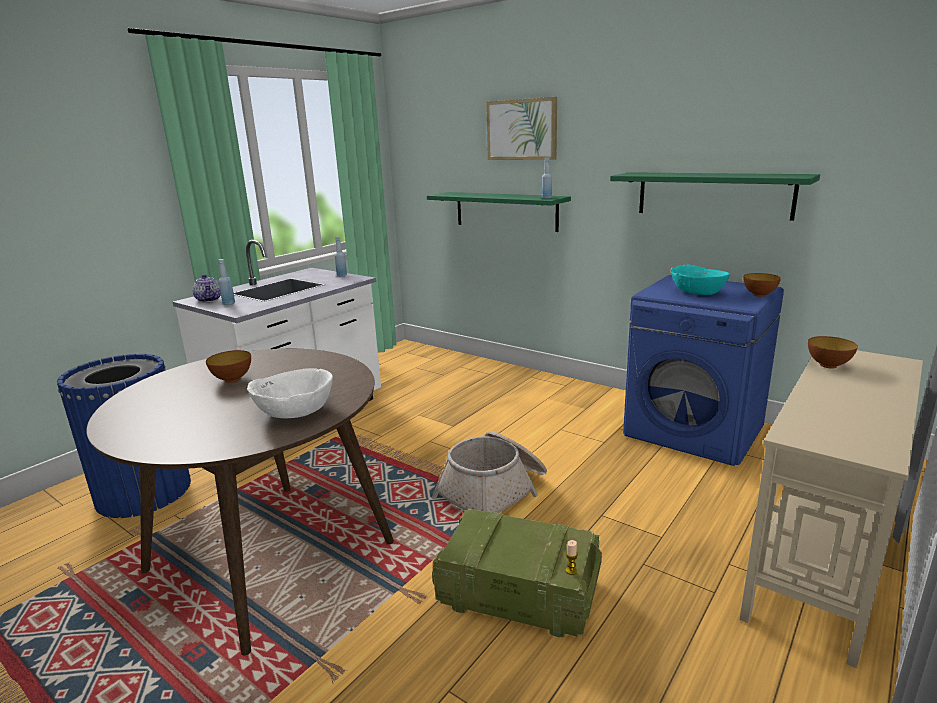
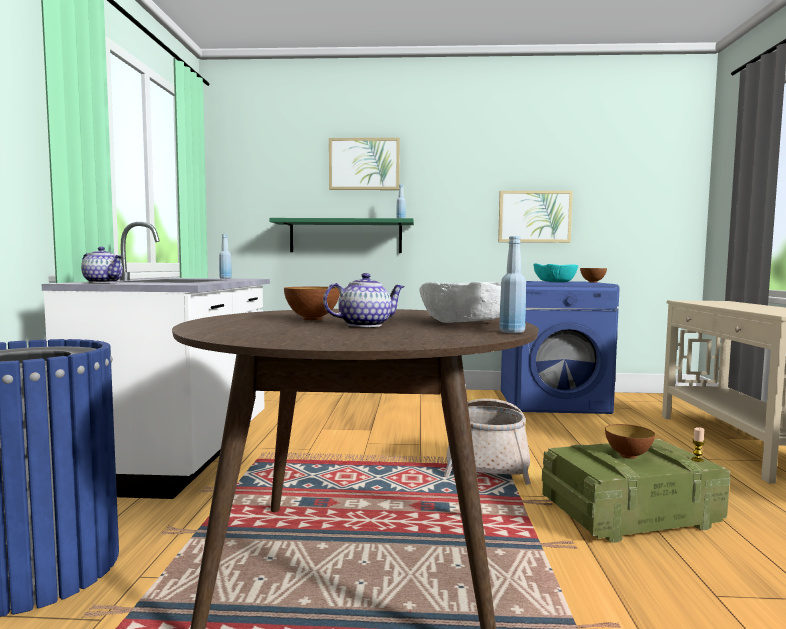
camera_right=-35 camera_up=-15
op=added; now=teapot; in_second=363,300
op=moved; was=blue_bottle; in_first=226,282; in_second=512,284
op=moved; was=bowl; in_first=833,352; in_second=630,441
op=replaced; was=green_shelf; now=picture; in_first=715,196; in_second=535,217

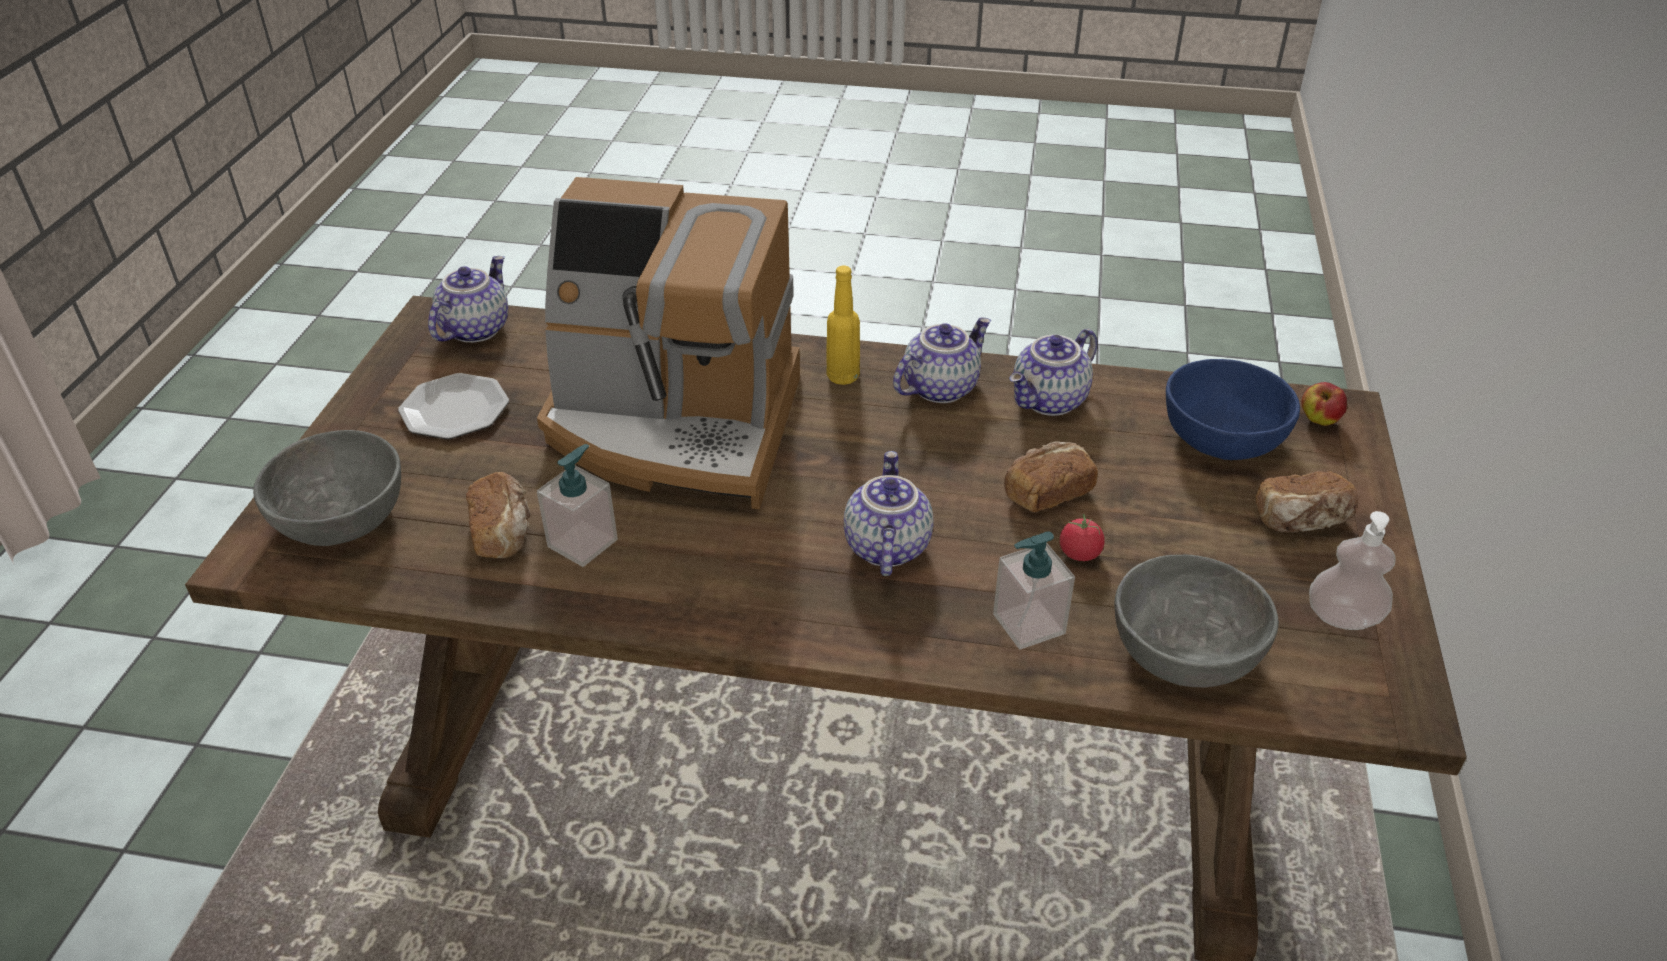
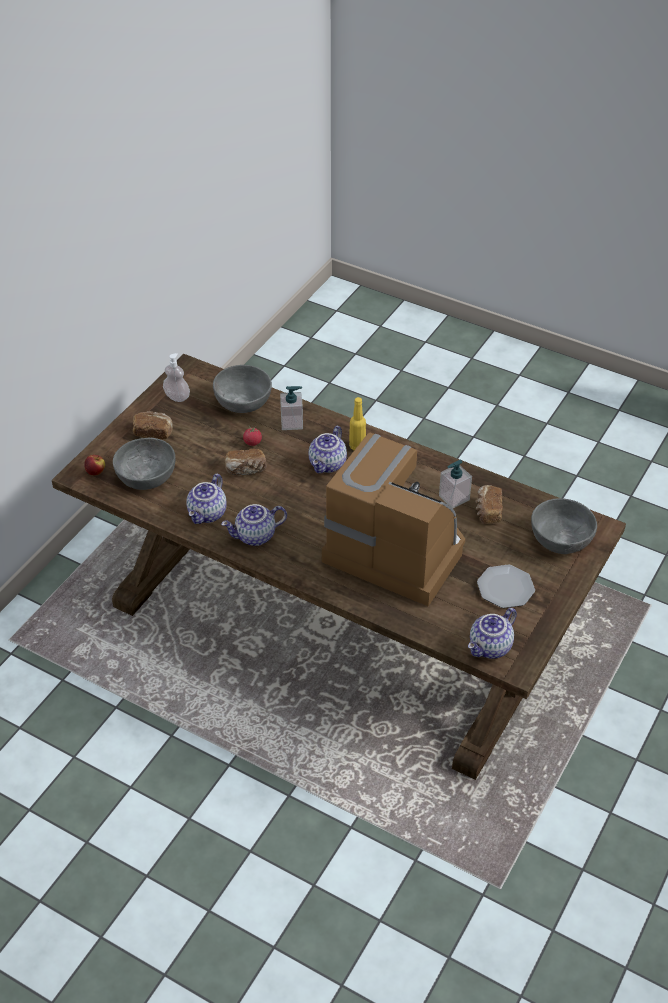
camera_right=-160 camera_up=5
op=moved; was=yellow_bottle; in_first=843,325; in_second=357,423
op=recoloured; was=blue_bowl; now=grey_bowl; in_first=1233,409; in_second=144,464
op=turned; was=teapot; in_first=1053,372; in_second=206,499; clockwise=135

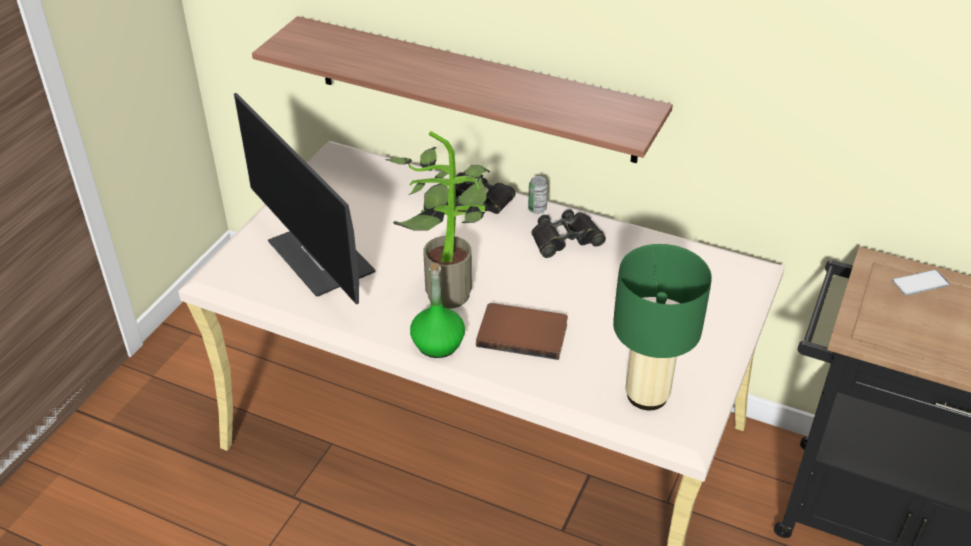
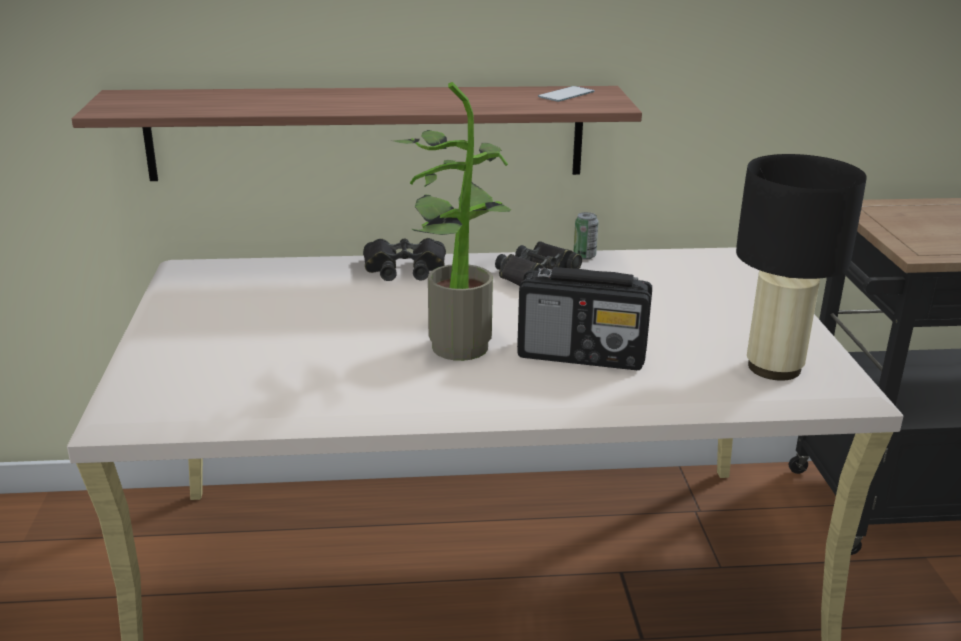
camera_right=-30 camera_up=-15
op=removed; was=monitor; in_first=305,199
op=removed; was=green_bottle; in_first=437,310
op=moved; was=can; in_first=538,195; in_second=586,236
op=moved; was=phone; in_first=921,282; in_second=566,94
op=replaced; was=brown_book; now=radio; in_first=522,331; in_second=584,318
op=recoloured; was=green_table_lamp; now=black_table_lamp; in_first=662,327; in_second=801,267

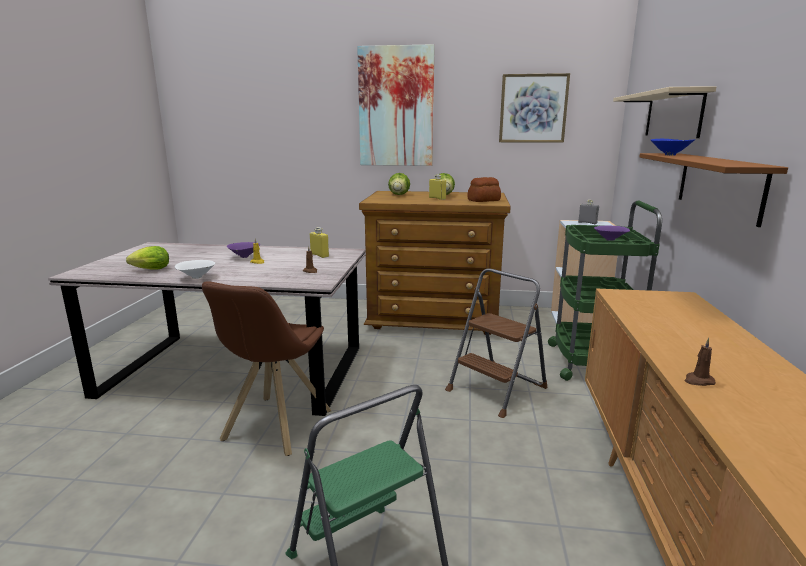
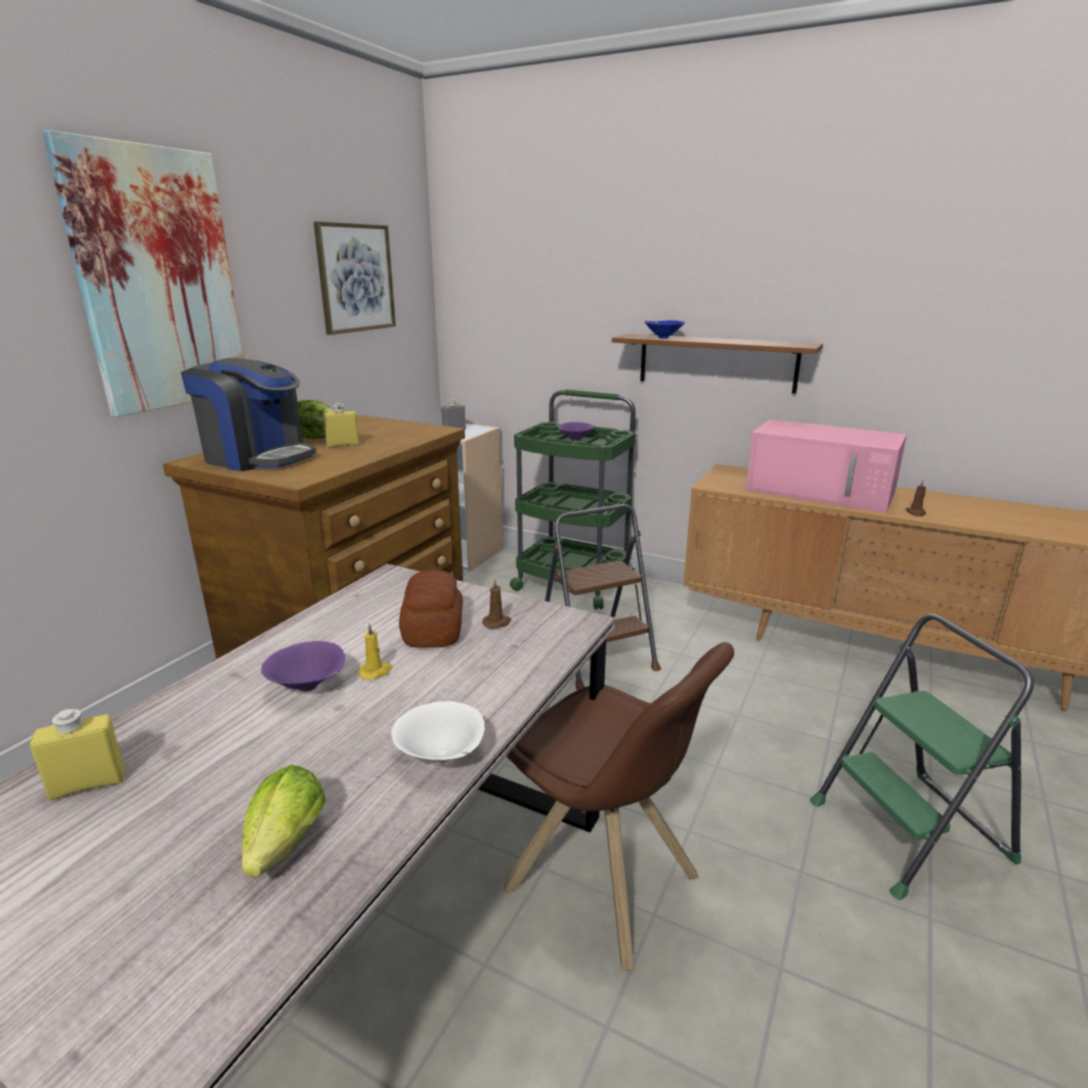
camera_right=-70 camera_up=5
op=removed; was=beige_shelf; in_first=664,112
op=added; now=pink_microwave; in_second=826,466
op=moved; was=yellow_bottle; in_first=319,242; in_second=77,755
op=moved; was=bread; in_first=484,189; in_second=431,609
op=replaced; was=lettuce; now=coffee_machine; in_first=399,184; in_second=248,414

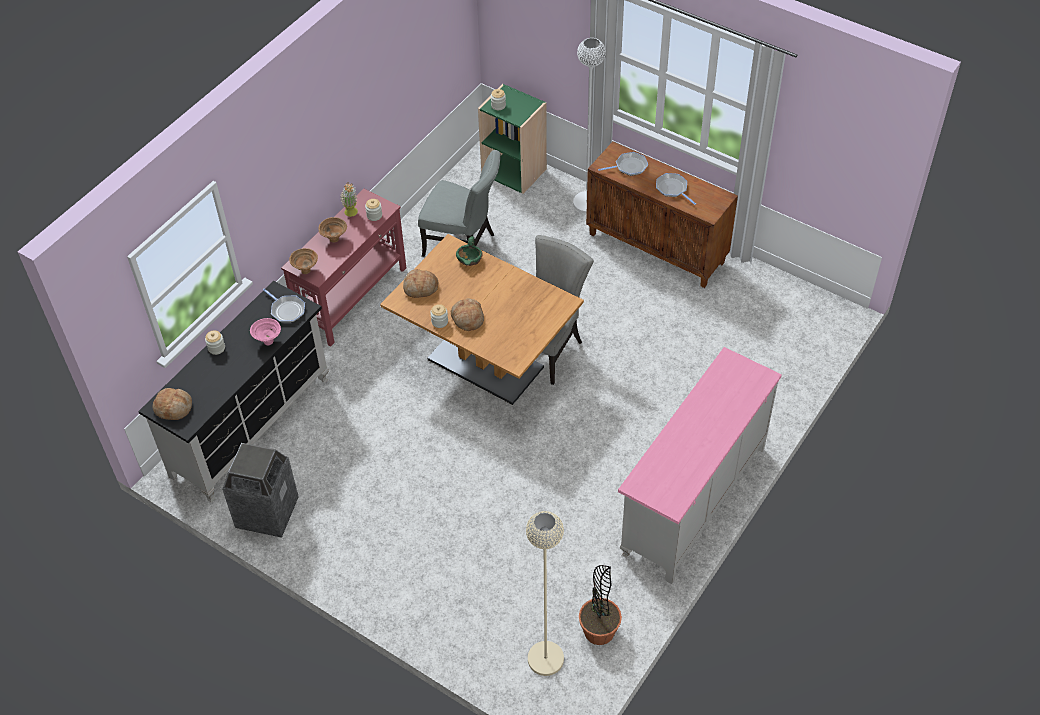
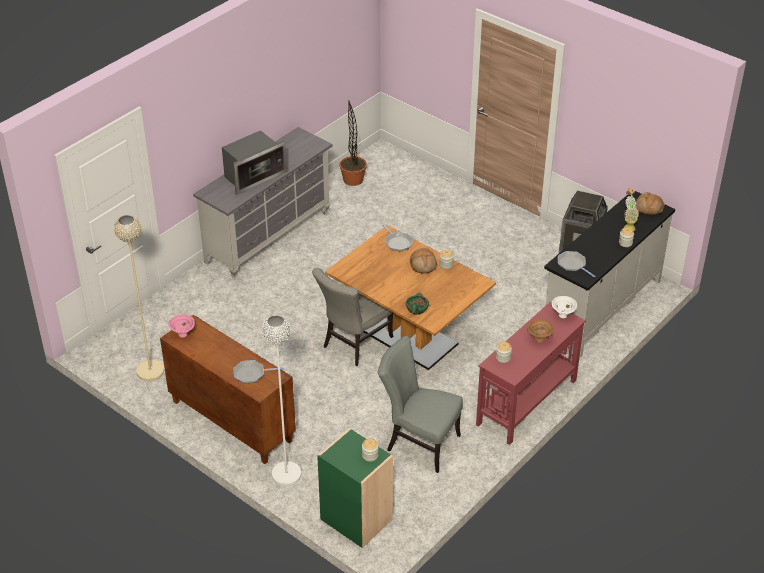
camera_right=-175 camera_up=-10
op=removed; was=bread; in_first=421,283
op=added; now=microwave; in_second=254,162
op=moved; was=pink_bowl; in_first=265,331; in_second=181,326
op=moved; was=potted_plant; in_first=349,199; in_second=631,209
op=moved; was=beige_floor_lamp; in_first=545,593; in_second=139,298
op=moved; was=frying_pan; in_first=676,189; in_second=397,237
op=recoloured; was=brown_bowl; now=white_bowl; in_first=303,261; in_second=564,307
op=recoloured; was=pink_dresser; now=grey_dresser; in_first=700,465; in_second=263,203

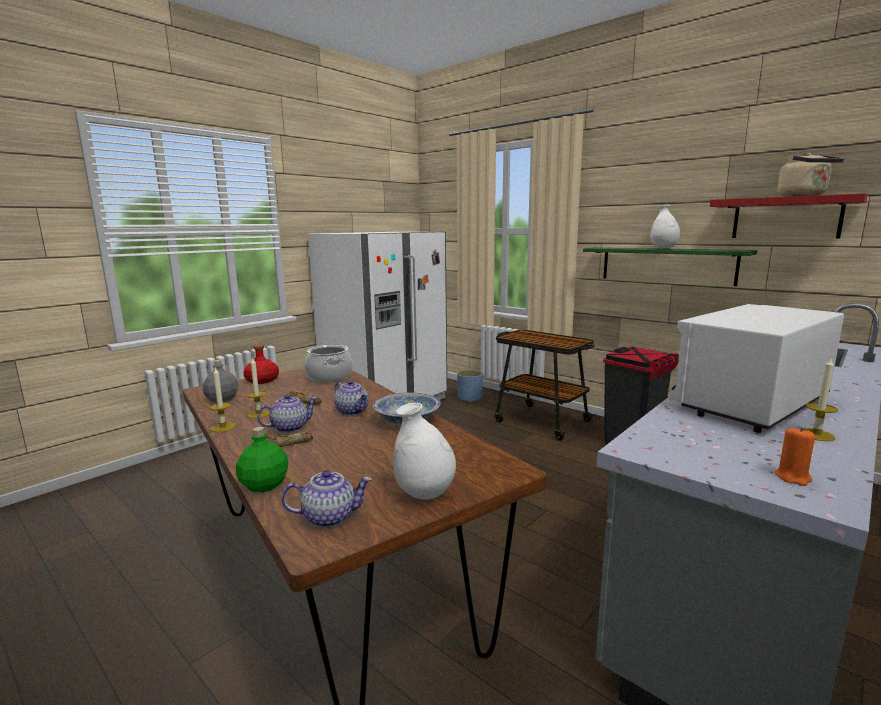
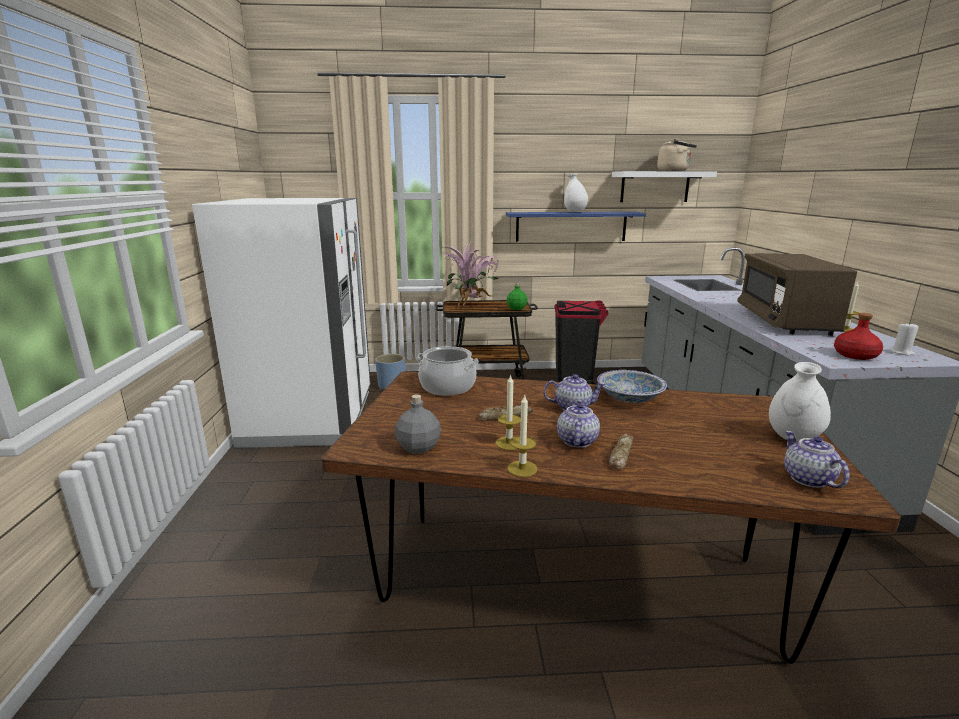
camera_right=-45 camera_up=5
op=added; now=potted_plant; in_second=470,274
op=moved; was=green_bottle; in_first=262,459; in_second=517,296
op=moved; was=red_bottle; in_first=261,364; in_second=858,336
op=recoloured; was=green_shelf; now=blue_shelf; in_first=670,266; in_second=576,227
op=recoloured; was=white_microwave; now=brown_microwave; in_first=757,368; in_second=797,294
op=recoloured; was=red_shelf; now=white_shelf; in_first=789,215; in_second=664,186
op=recoloured; was=orange_candle; now=white_candle; in_first=795,456; in_second=904,339
op=turned; was=teapot; in_first=327,499; in_second=817,459; clockwise=-45

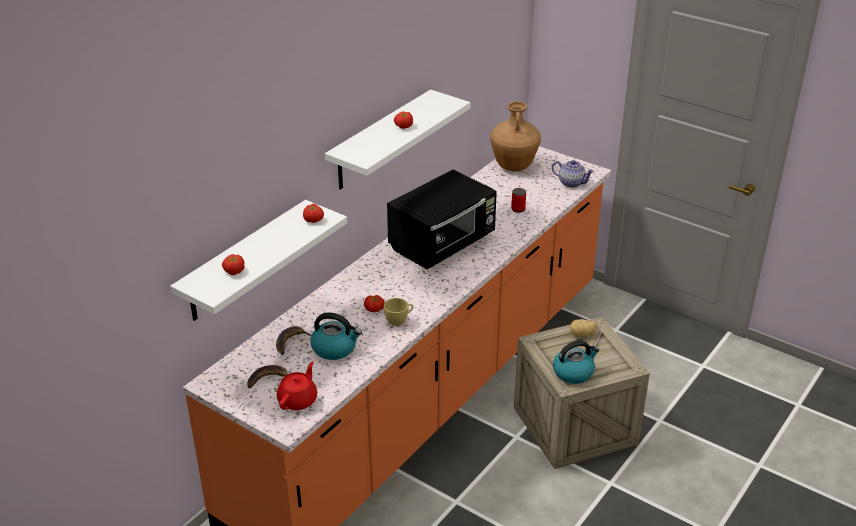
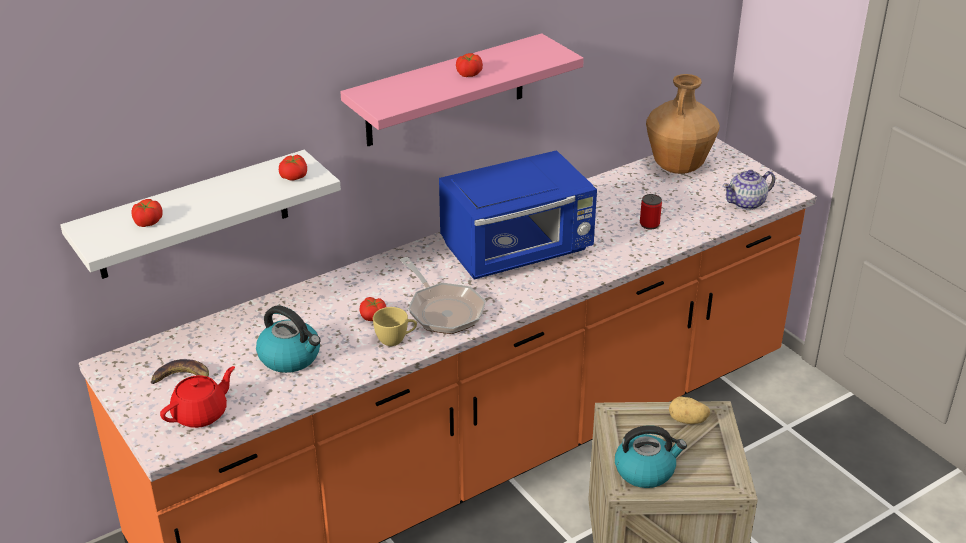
camera_right=20 camera_up=0
op=removed; was=banana; in_first=293,340
op=added; now=frying_pan; in_second=443,295
op=recoloured; was=white_shelf; now=pink_shelf; in_first=398,140; in_second=462,89
op=recoloured; was=black_microwave; now=blue_microwave; in_first=442,219; in_second=518,214
op=turned; was=teapot; in_first=573,174; in_second=749,190; clockwise=105

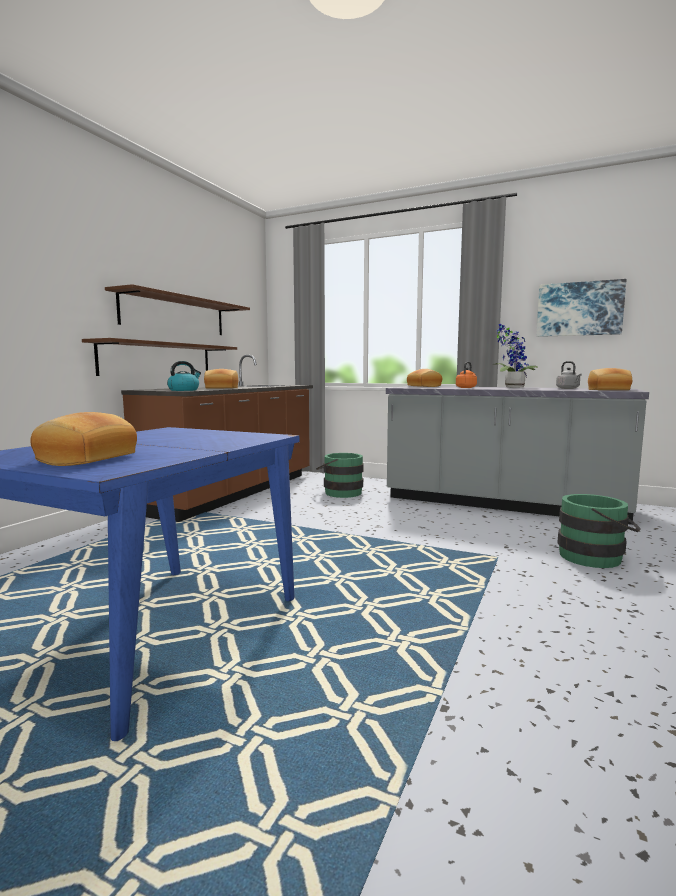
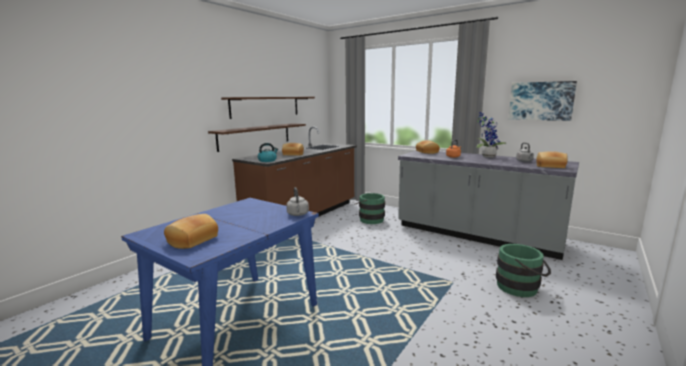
camera_right=10 camera_up=5
op=added; now=grey_kettle; in_second=297,201

